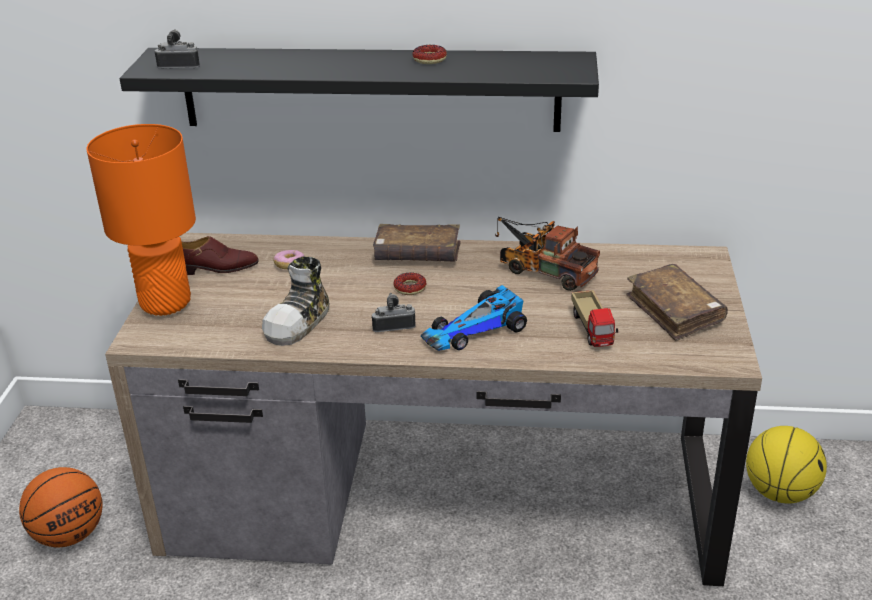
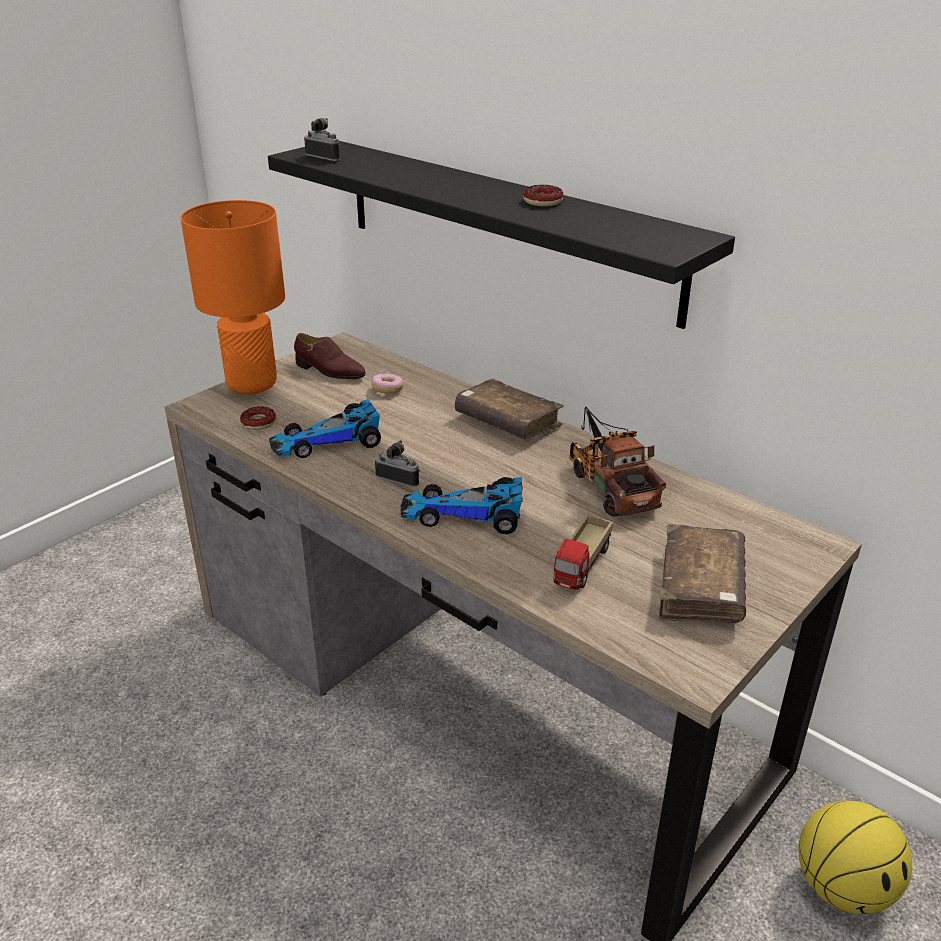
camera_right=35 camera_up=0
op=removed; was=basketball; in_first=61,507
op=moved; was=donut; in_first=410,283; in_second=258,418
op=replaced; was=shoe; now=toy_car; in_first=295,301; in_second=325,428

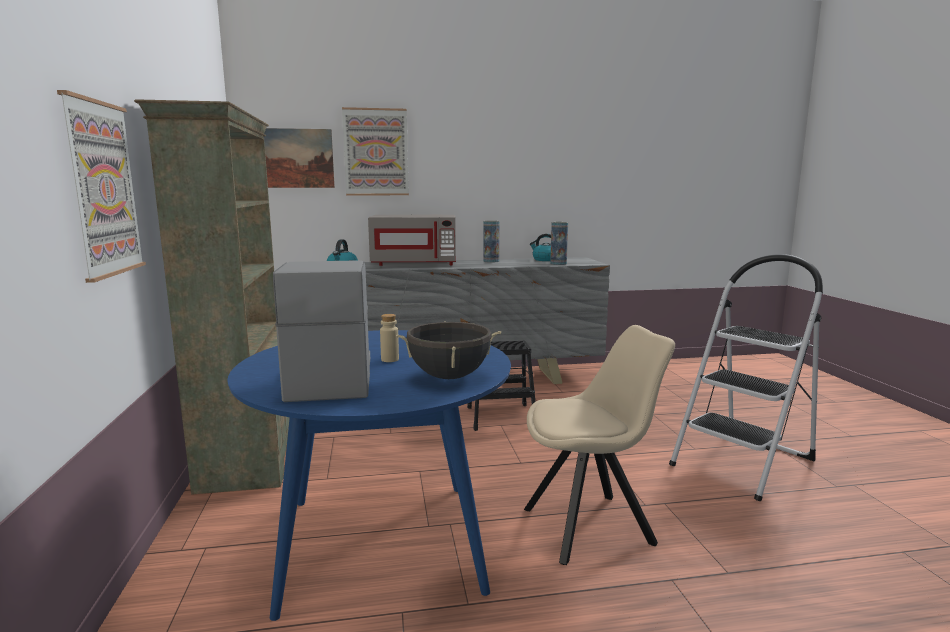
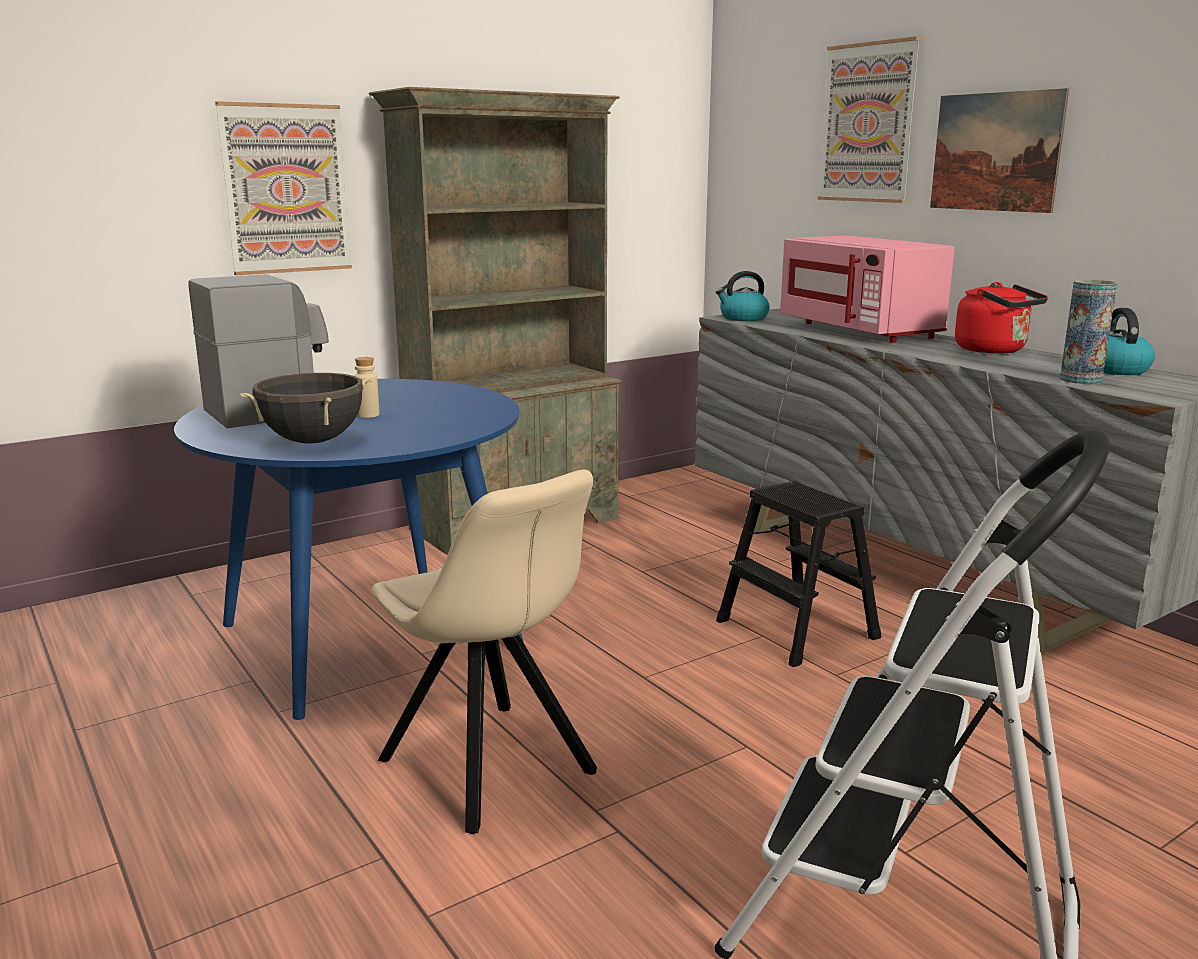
camera_right=65 camera_up=5
op=moved; was=picture; in_first=299,158; in_second=999,150
op=replaced; was=vase; now=red_kettle; in_first=491,242; in_second=1001,318
op=recoloured; was=grey_microwave; now=pink_microwave; in_first=412,240; in_second=867,289

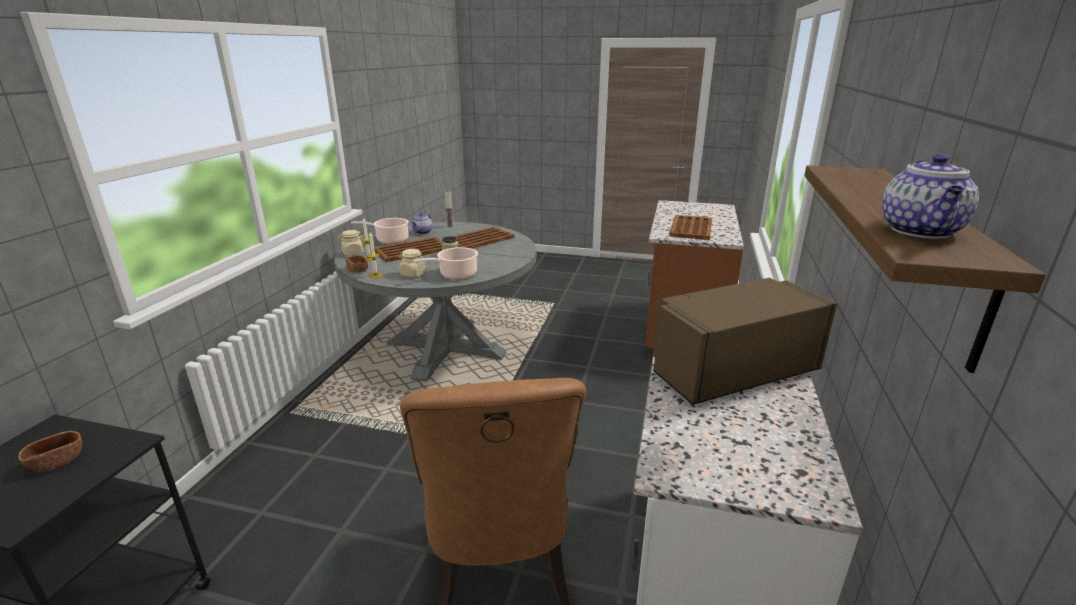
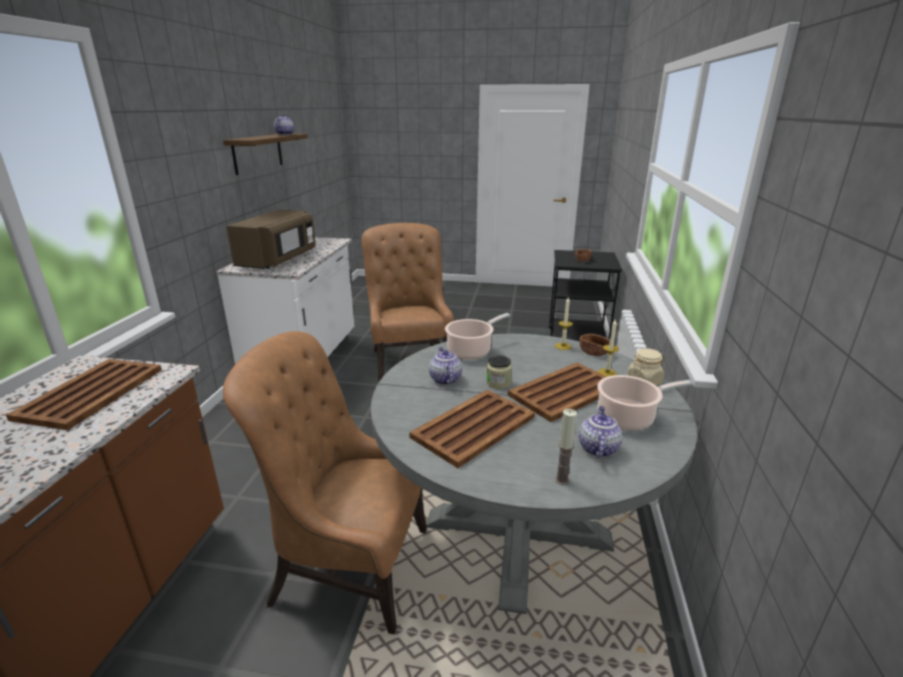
camera_right=175 camera_up=0
op=removed; was=beige_jar; in_first=412,263
op=added; now=brown_chair; in_second=325,482
op=added; now=teapot; in_second=445,366
op=turned; was=brown_microwave; in_first=745,341; in_second=271,239; clockwise=-45

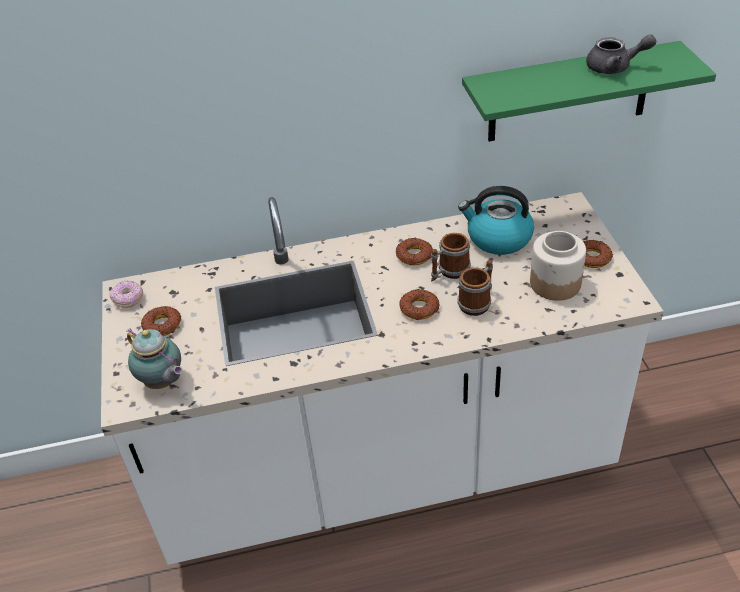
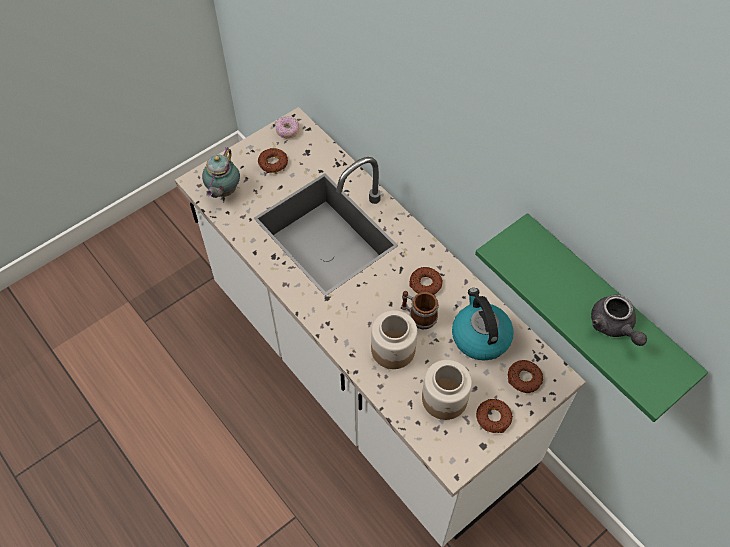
camera_right=60 camera_up=15
op=moved; was=donut; in_first=419,304; in_second=525,376
op=replaced; was=mug; now=jar; in_first=475,288; in_second=394,339

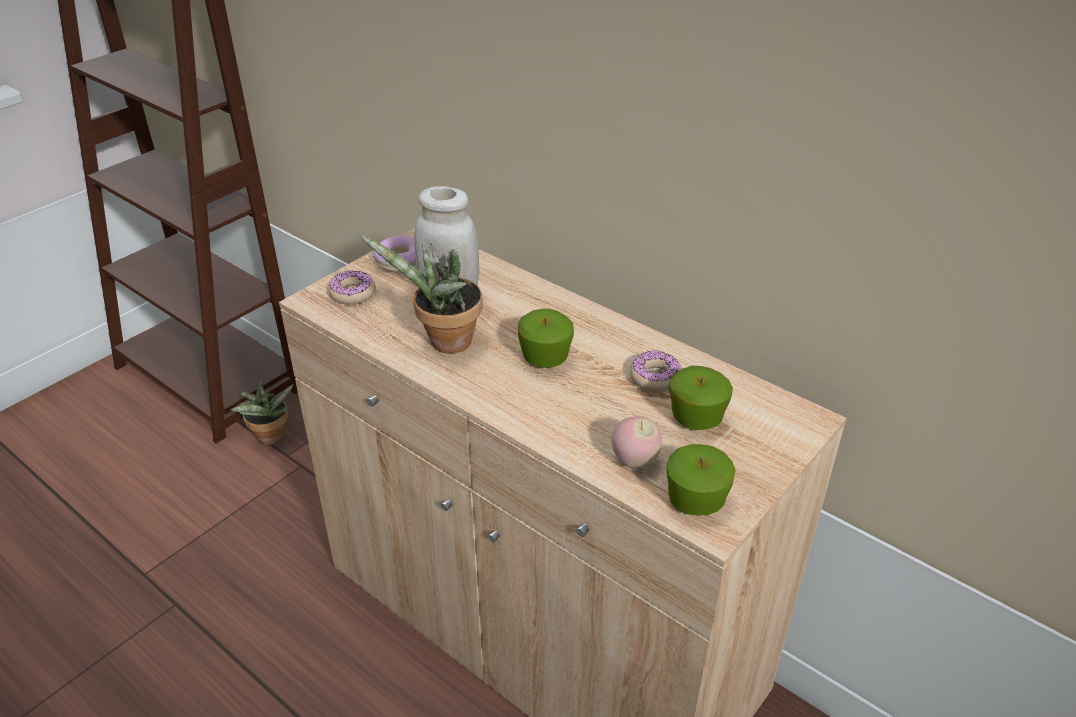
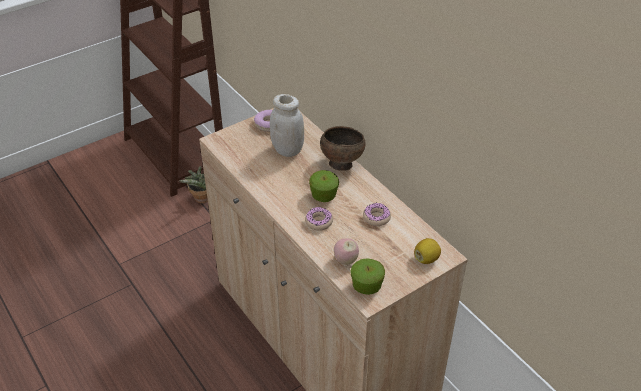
camera_right=15 camera_up=5
op=removed; was=potted_plant; in_first=421,294
op=removed; was=apple; in_first=701,398
op=added; now=brown_bowl; in_second=343,148
op=added; now=lemon; in_second=427,251
op=moved; was=donut; in_first=352,288; in_second=319,219

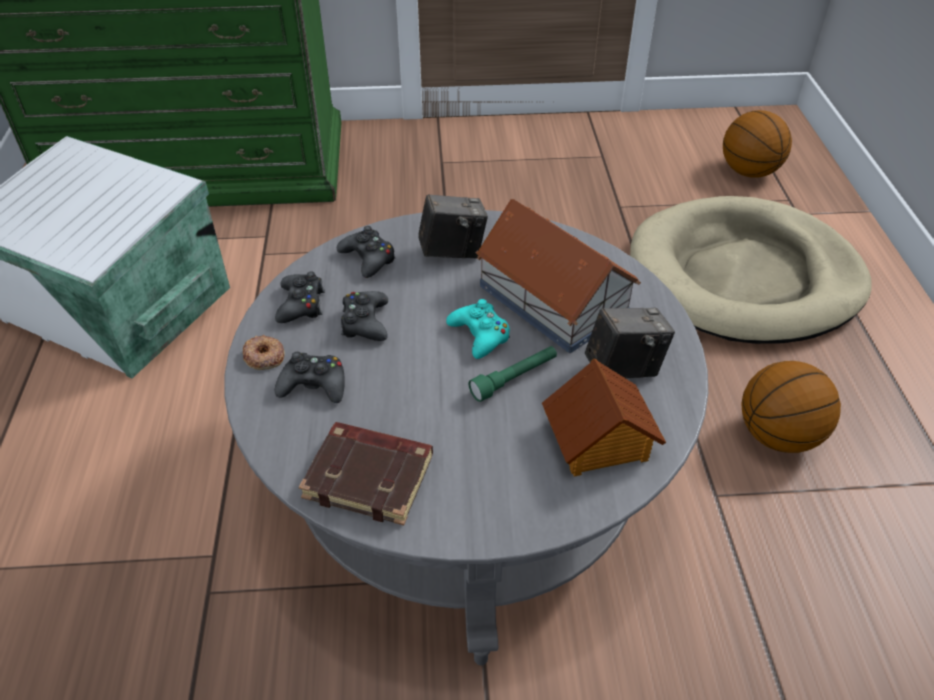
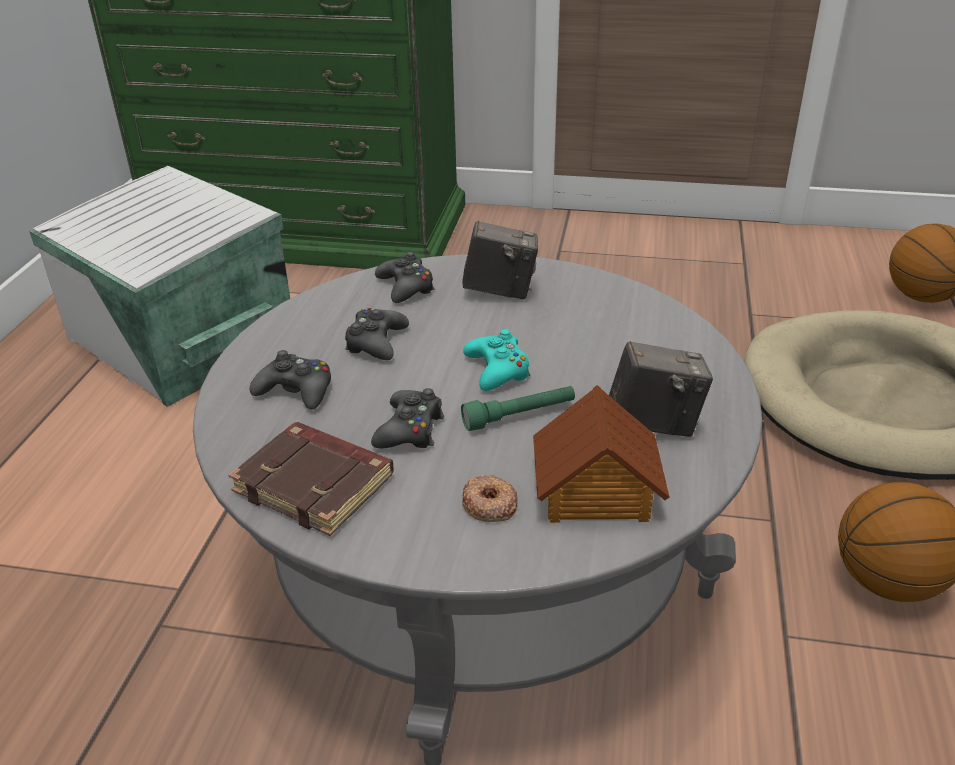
camera_right=15 camera_up=-10
op=removed; was=toy_house; in_first=558,276
op=moved; was=donut; in_first=264,352; in_second=490,498
op=moved; was=black_game_controller; in_first=300,297; in_second=407,418

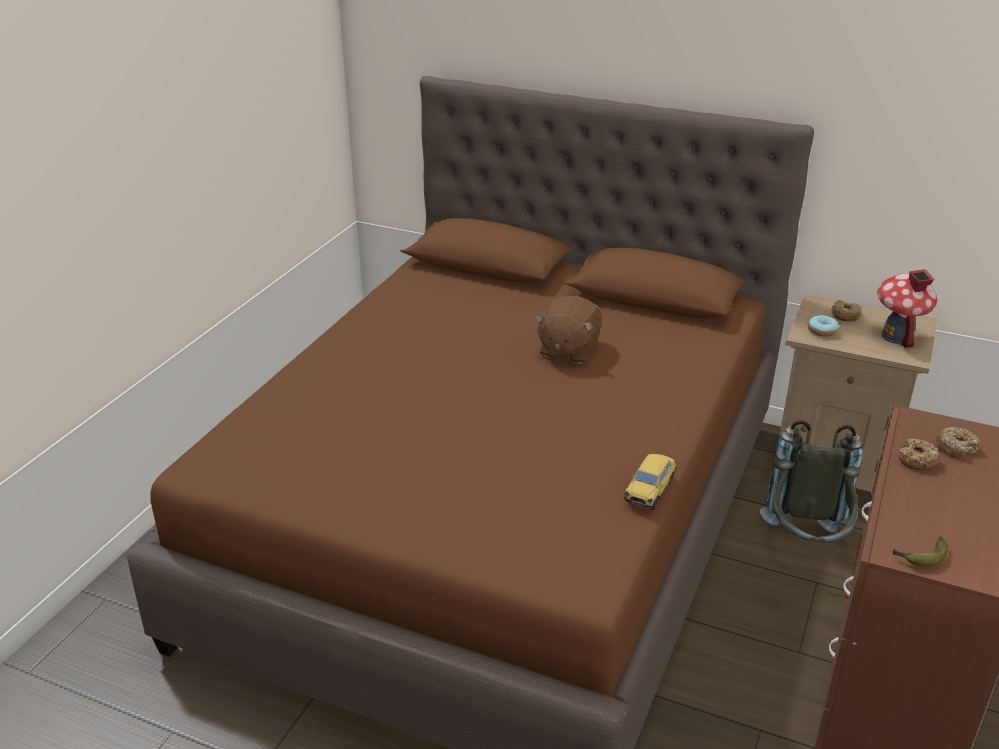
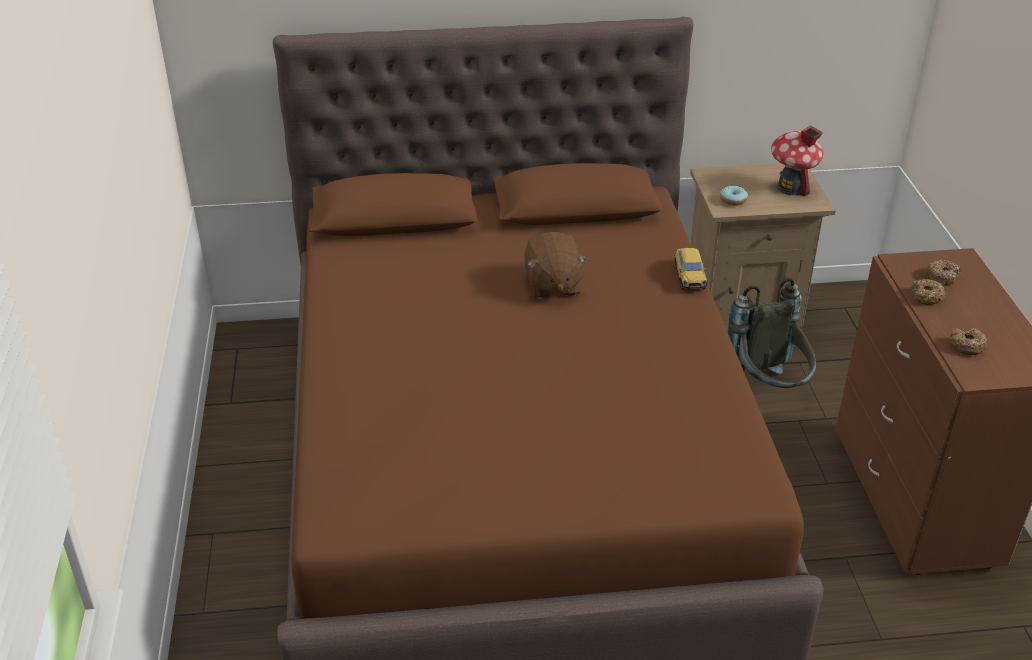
camera_right=-30 camera_up=5
op=removed; was=banana; in_first=920,551
op=moved; was=toy_car; in_first=650,482; in_second=690,269
op=moved; was=donut; in_first=846,311; in_second=968,341

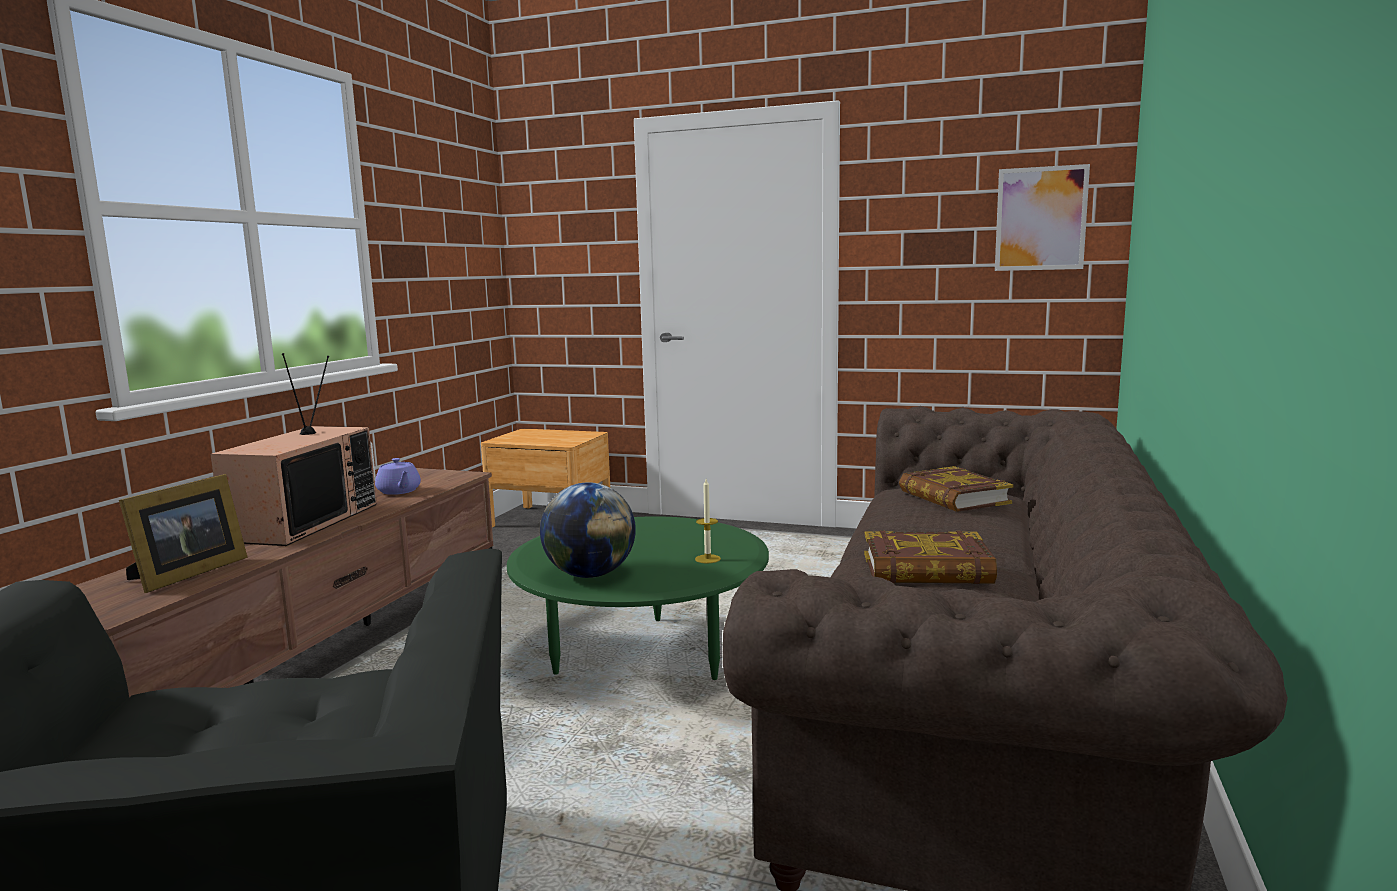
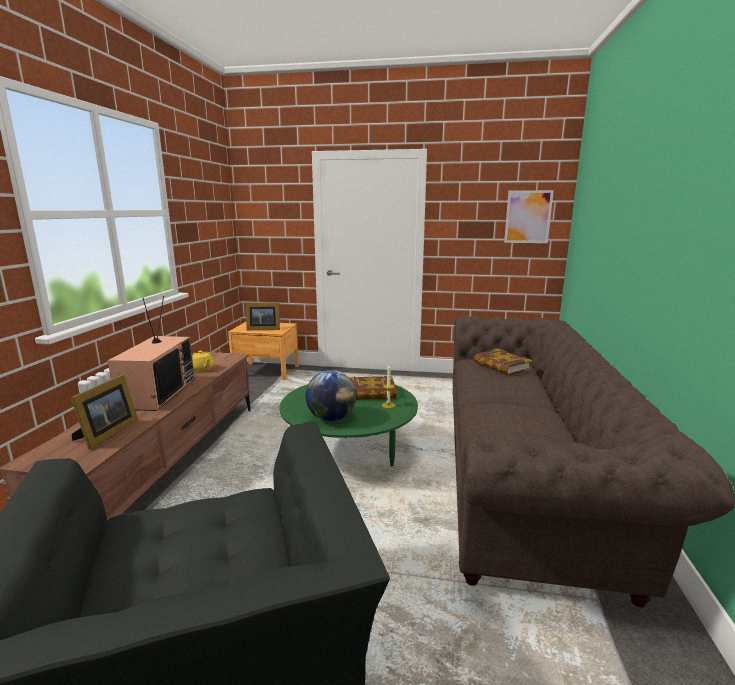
camera_right=-10 camera_up=5
op=added; now=picture_frame; in_second=263,316
op=moved; was=book; in_first=930,557; in_second=373,388
op=recoloured; was=purple_teapot; now=yellow_teapot; in_first=398,476; in_second=203,361

